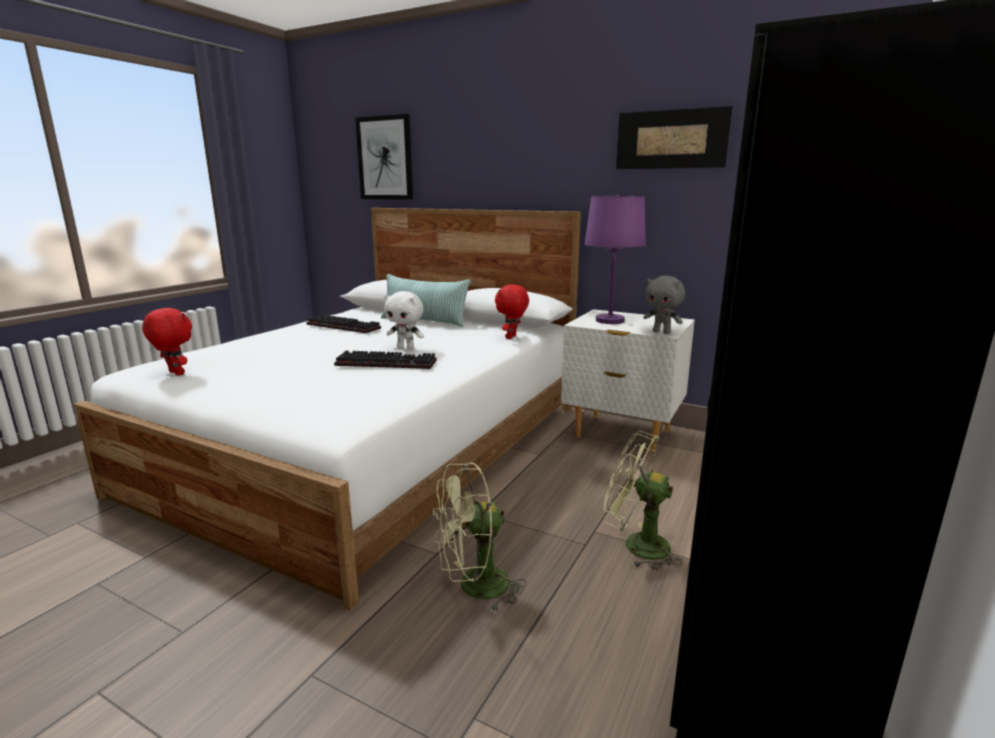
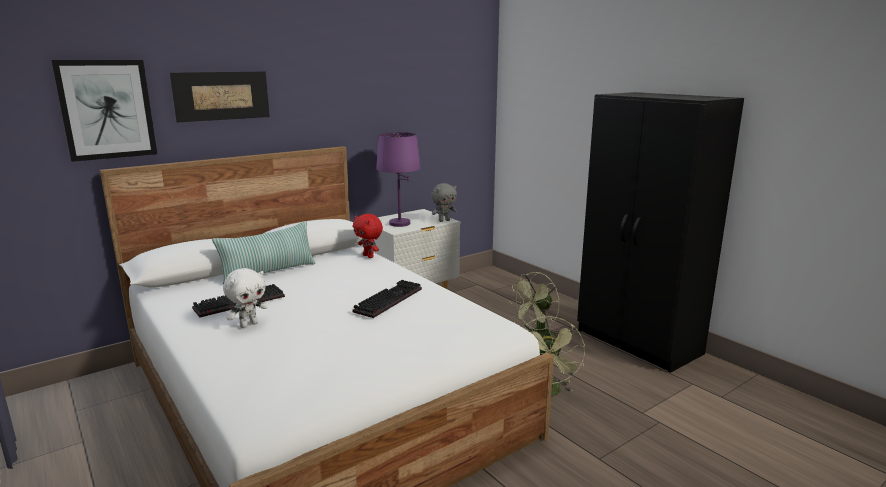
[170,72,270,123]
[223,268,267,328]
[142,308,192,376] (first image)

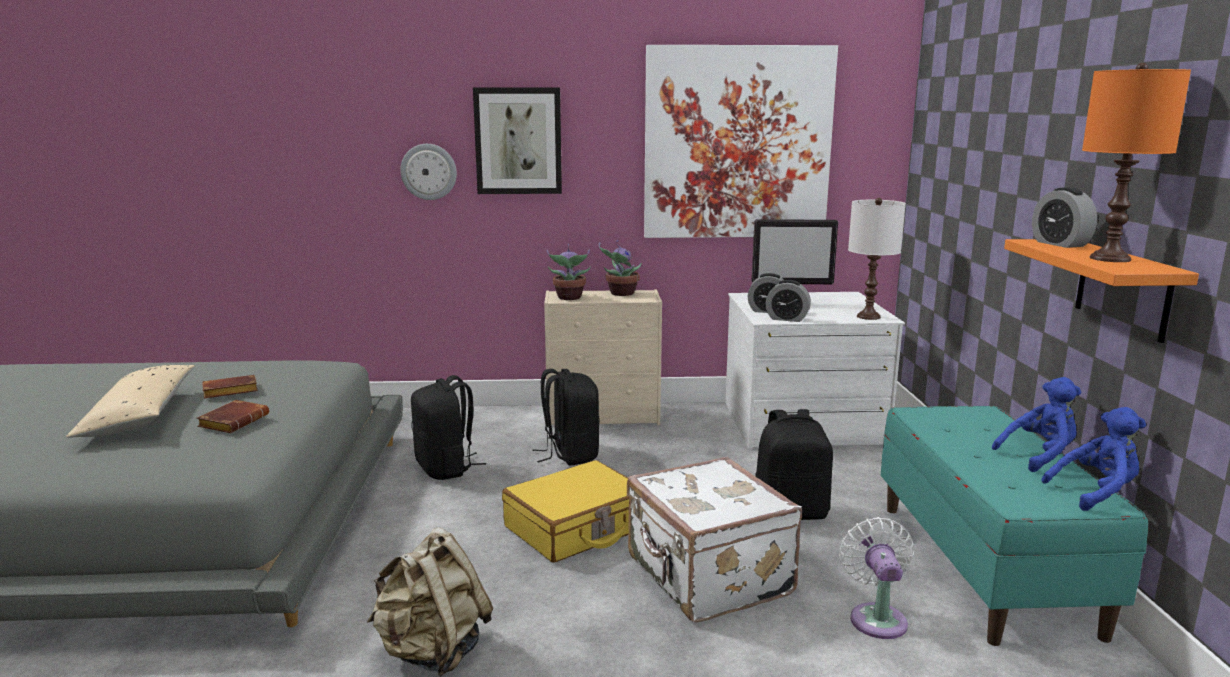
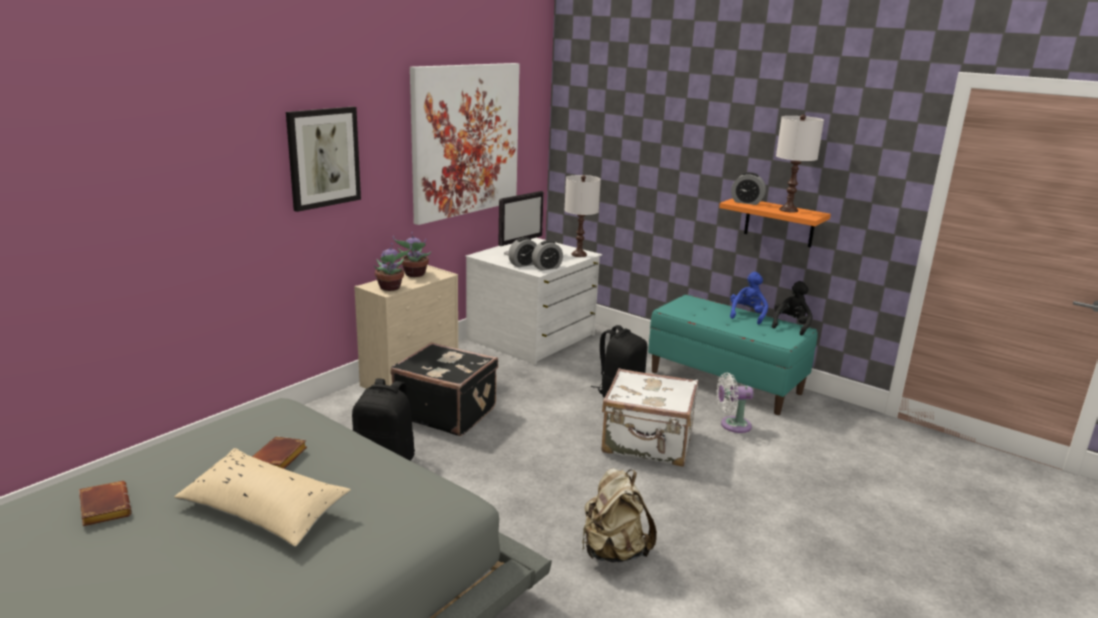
[79,481,131,526]
[391,342,498,436]
[717,373,754,433]
[772,281,813,336]
[776,115,824,213]
[400,144,457,200] (first image)
[502,460,629,562] (first image)

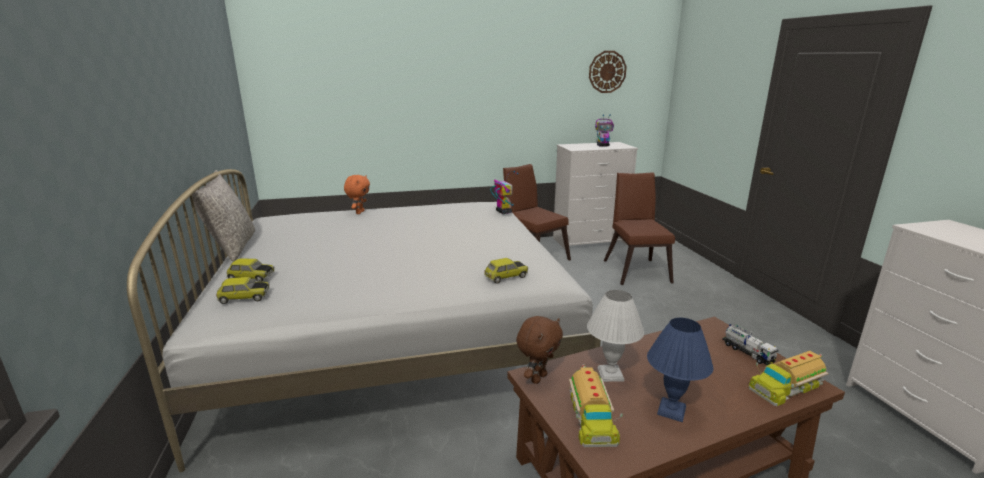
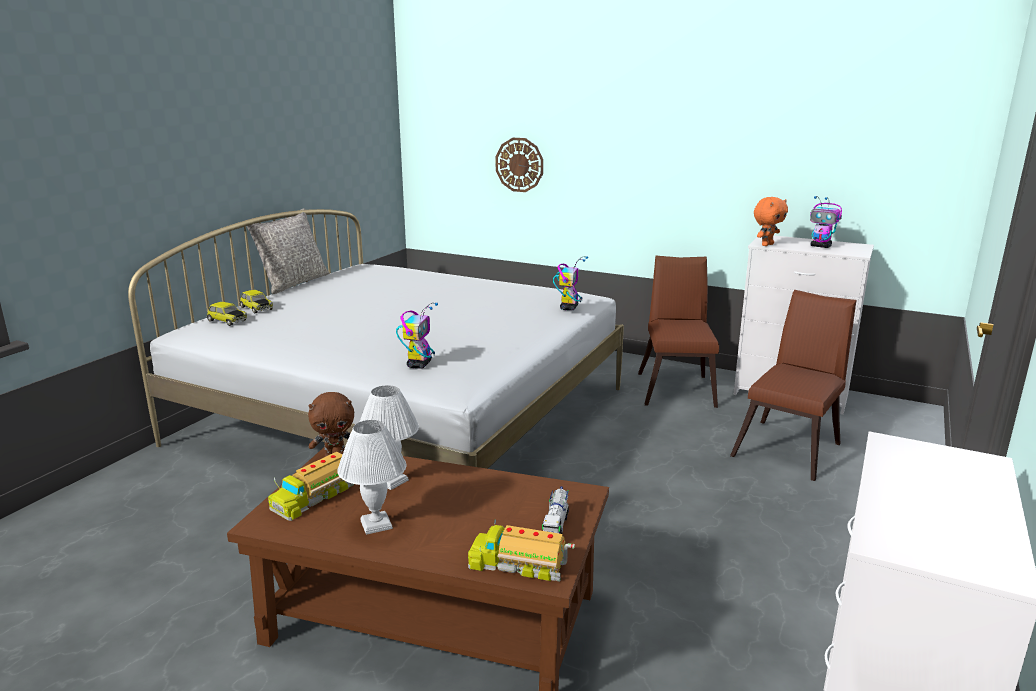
[337,420,406,535]
[396,303,438,369]
[496,138,543,192]
[754,197,788,246]

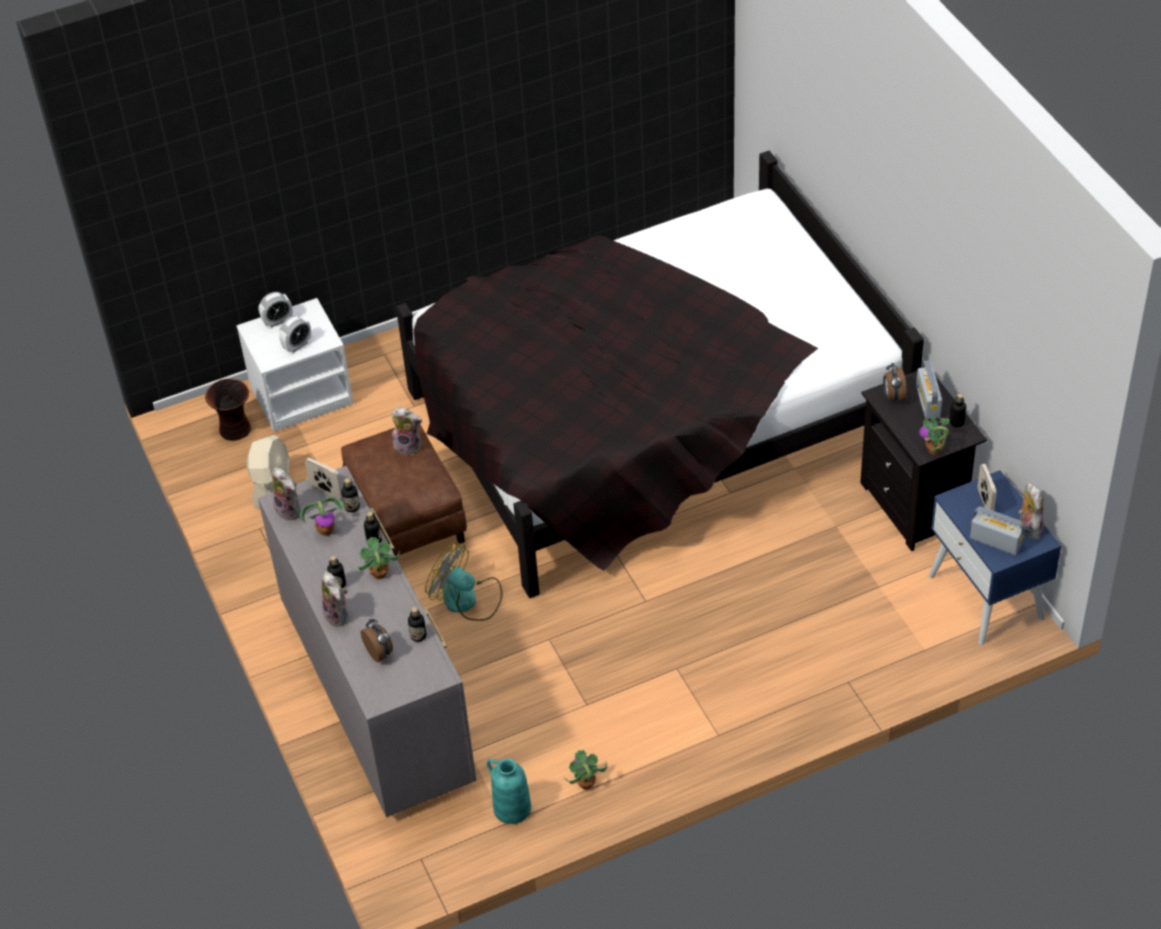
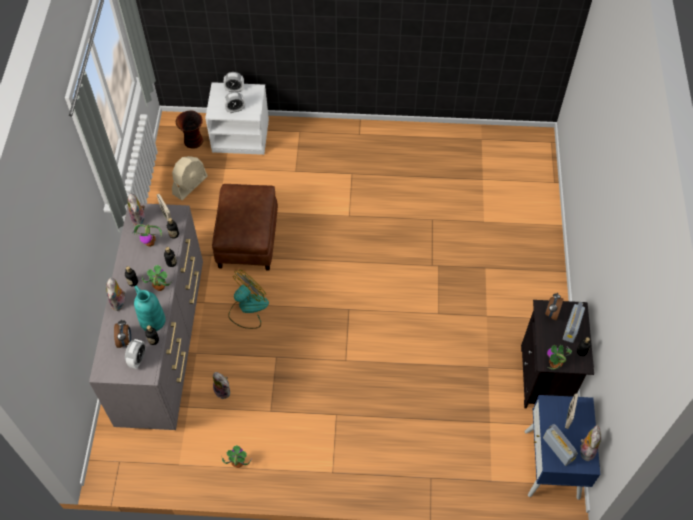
[125,339,146,369]
[134,286,166,331]
[213,372,230,399]
[228,269,269,329]
[396,151,924,598] (first image)

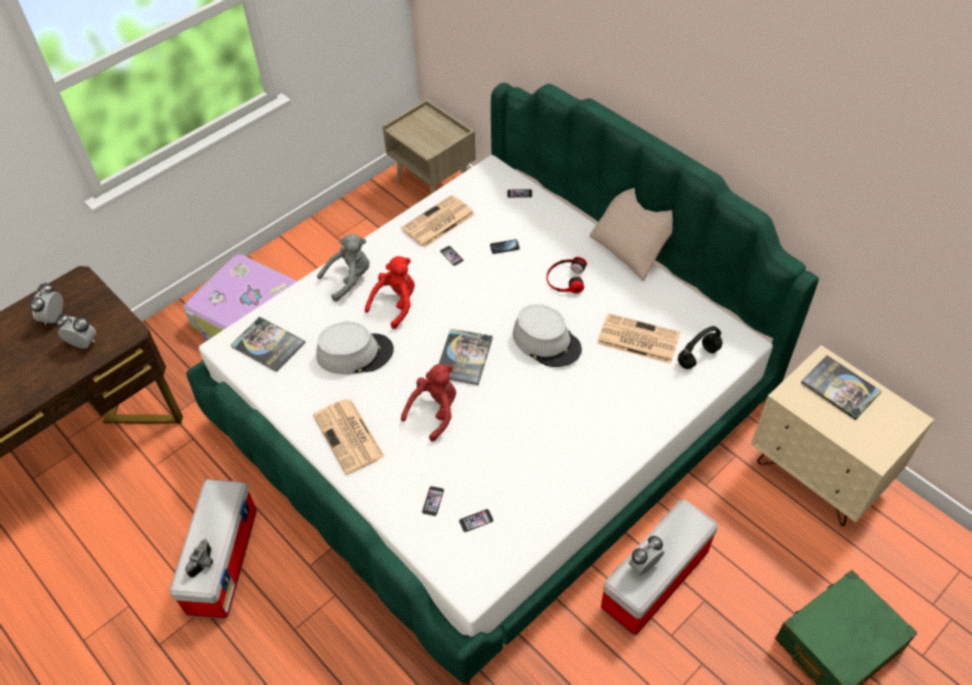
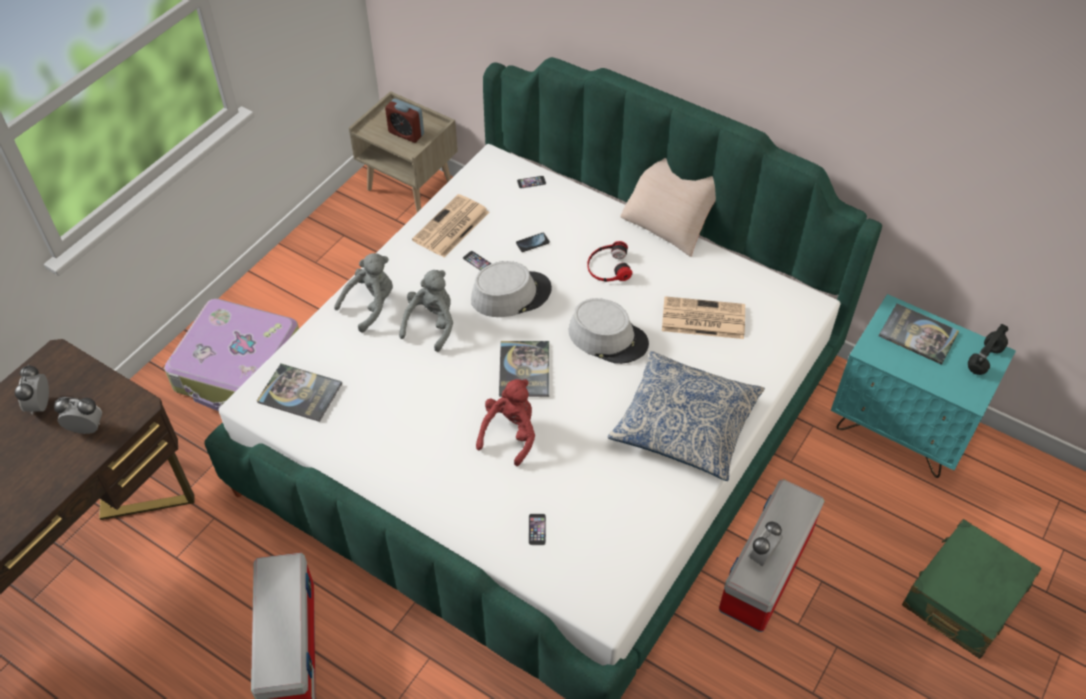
[385,99,424,143]
[399,270,453,352]
[471,261,552,317]
[607,351,765,481]
[830,294,1016,478]
[968,324,1008,375]
[185,539,213,578] (first image)
[313,399,385,475] (first image)
[459,509,494,532] (first image)

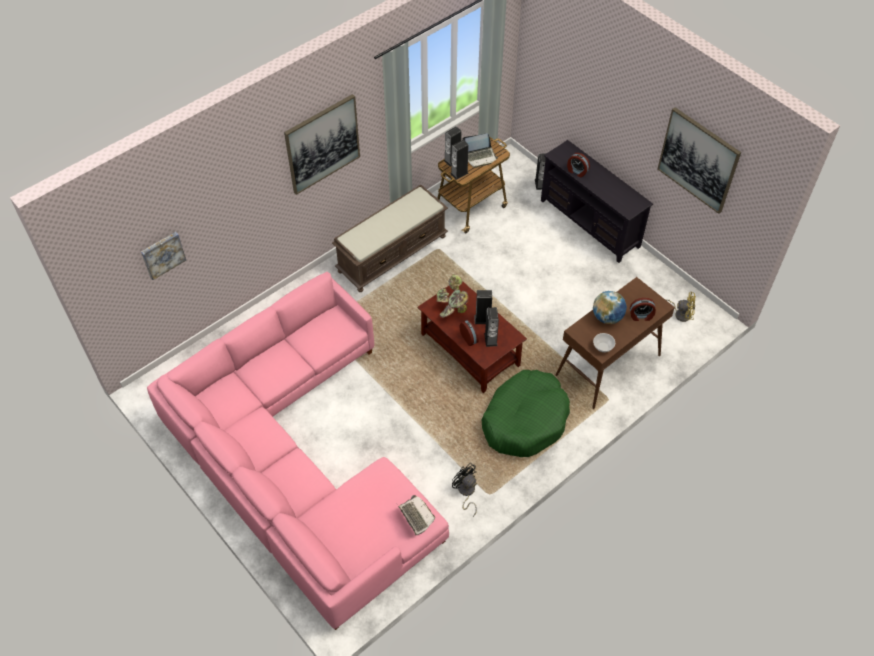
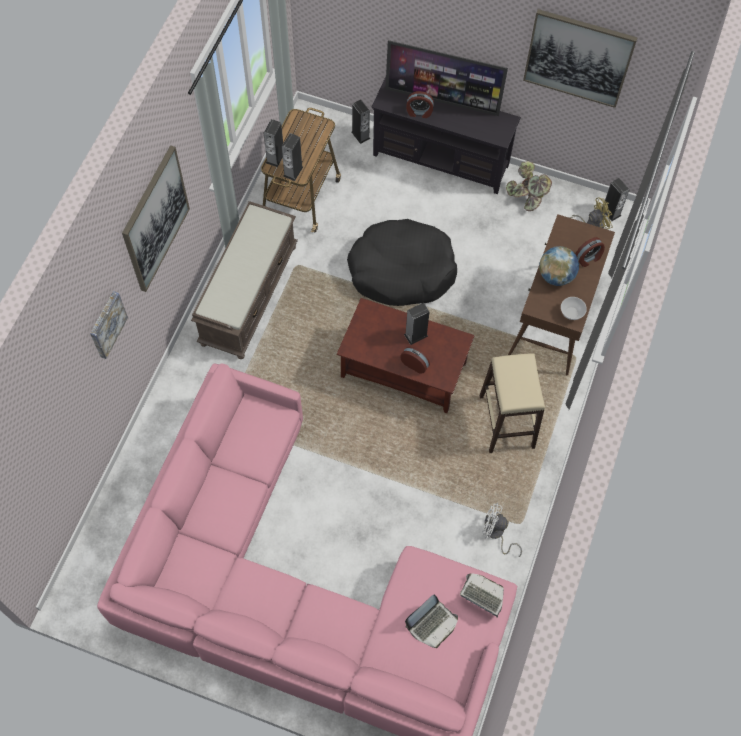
[90,291,128,359]
[347,219,457,306]
[385,40,508,116]
[405,595,458,648]
[479,353,545,453]
[482,503,522,557]
[506,161,552,211]
[602,178,630,221]

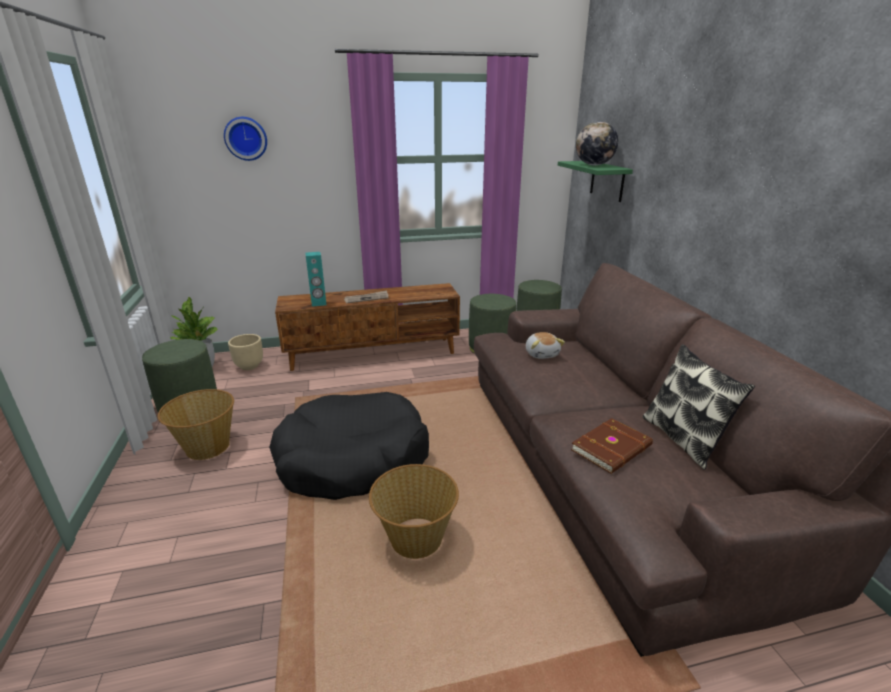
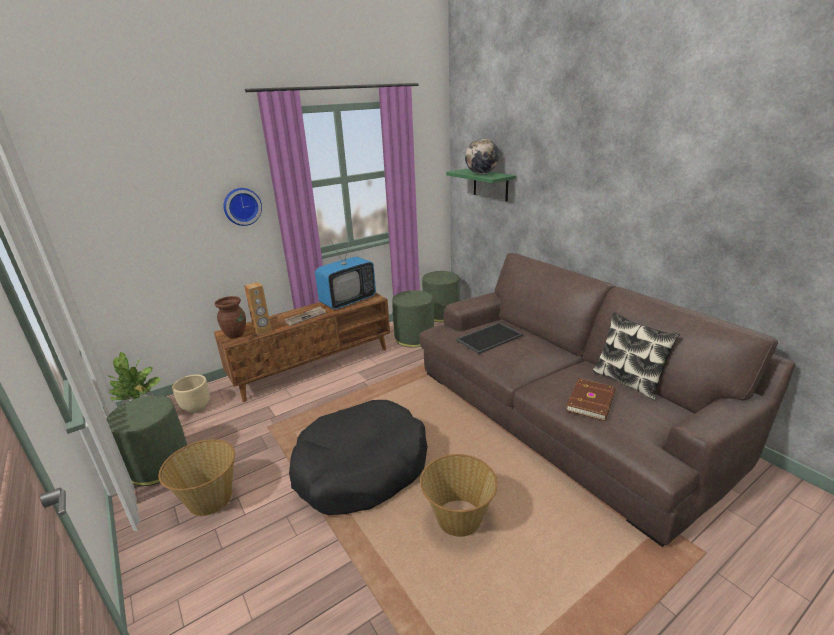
[215,296,246,338]
[223,188,262,226]
[244,282,272,336]
[315,235,376,310]
[456,322,523,354]

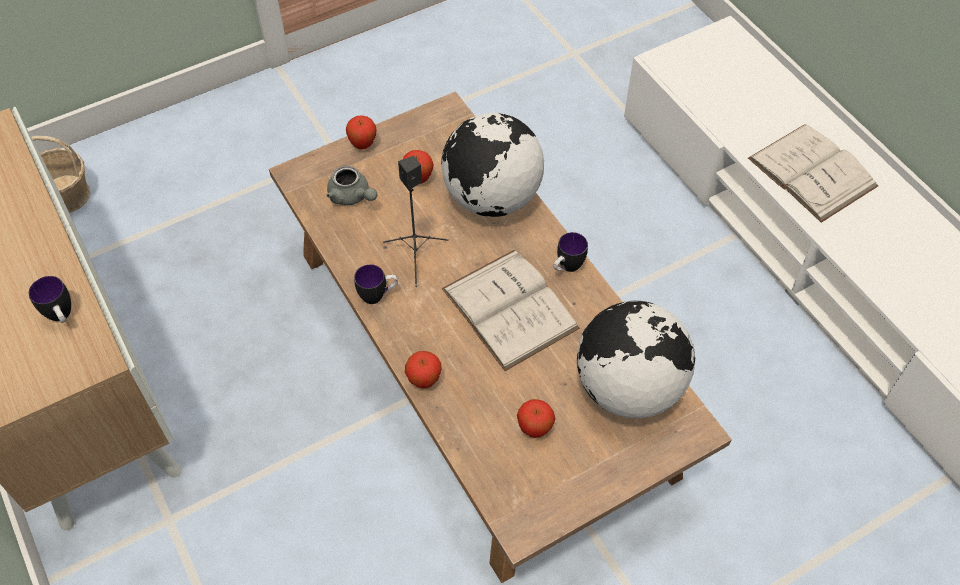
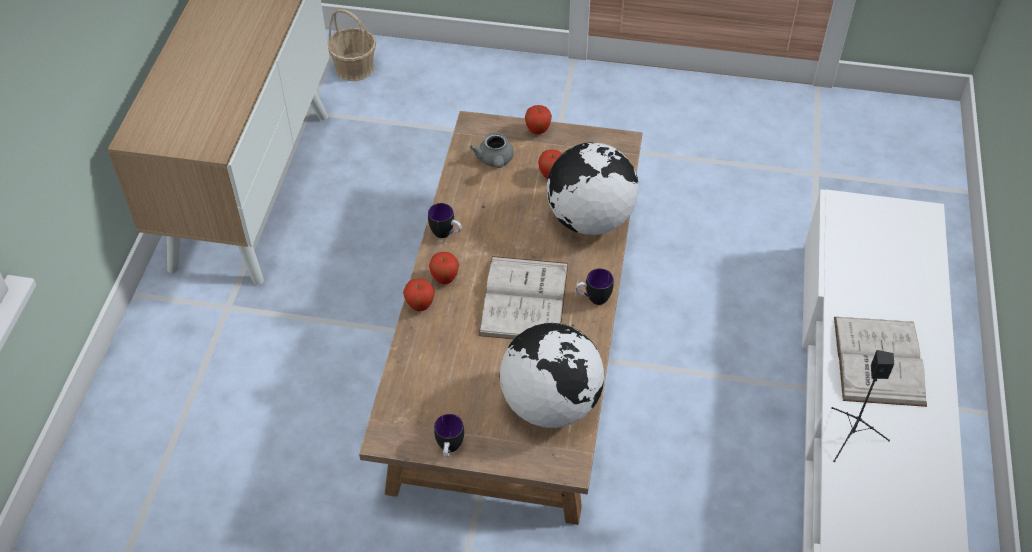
[429,252,459,284]
[434,414,464,457]
[831,350,894,462]

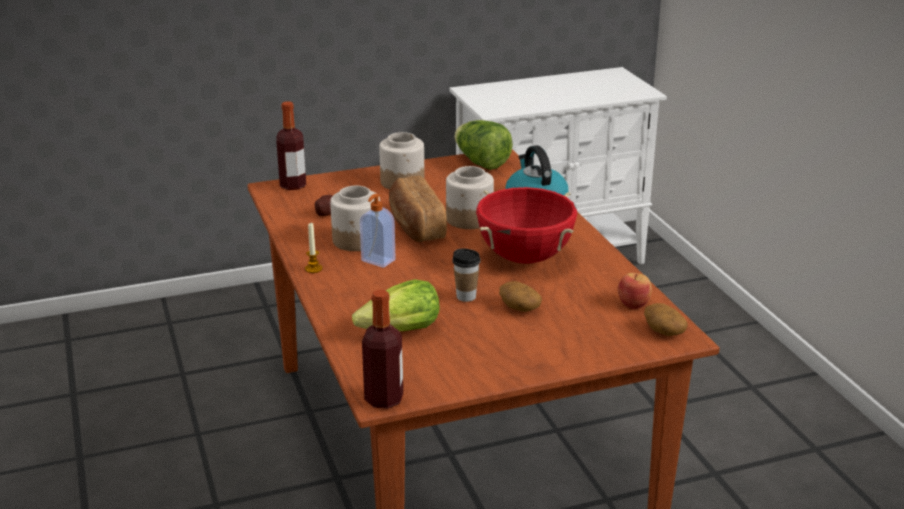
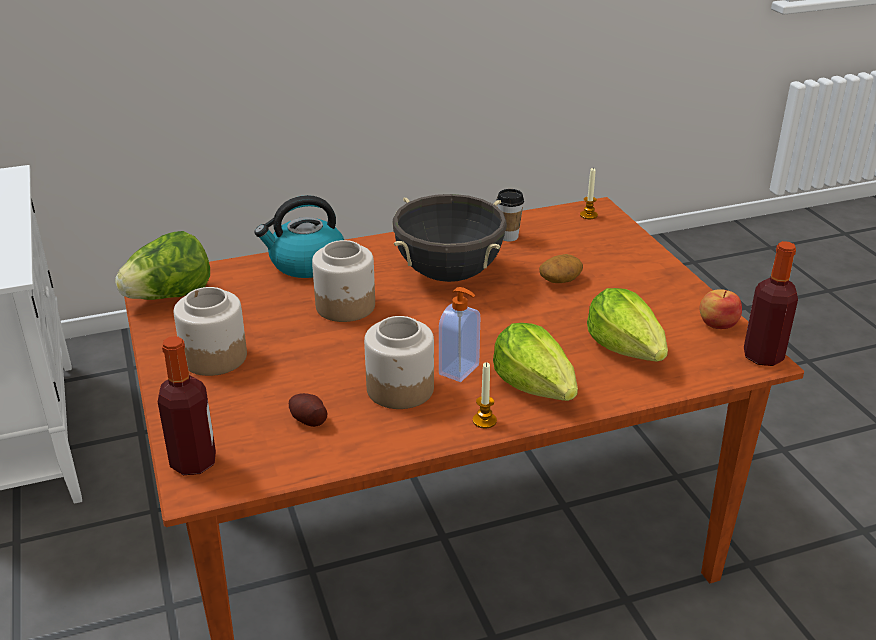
[392,194,507,282]
[493,323,578,401]
[496,189,524,241]
[580,168,598,219]
[700,289,742,329]
[389,176,447,242] (first image)

